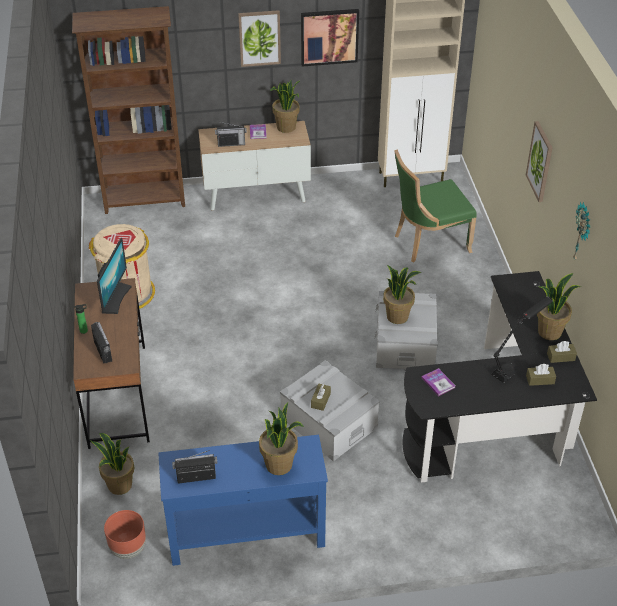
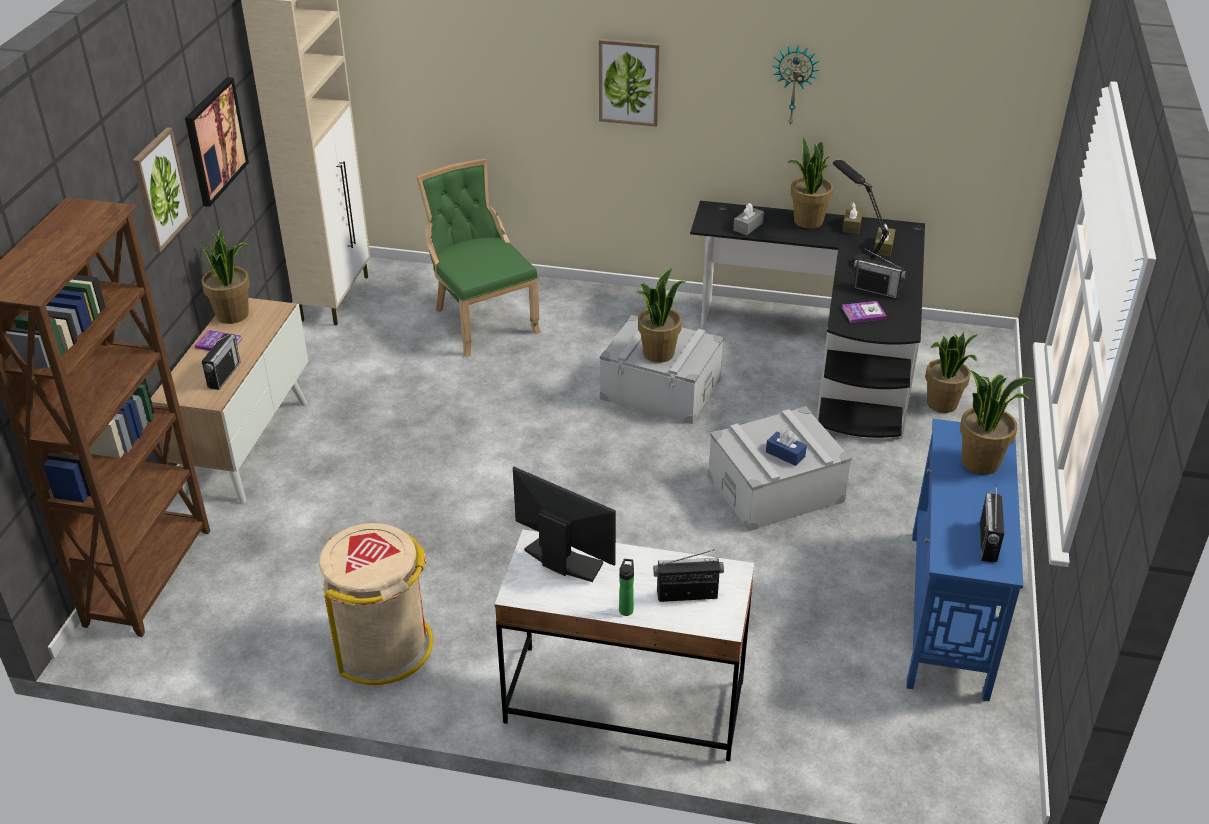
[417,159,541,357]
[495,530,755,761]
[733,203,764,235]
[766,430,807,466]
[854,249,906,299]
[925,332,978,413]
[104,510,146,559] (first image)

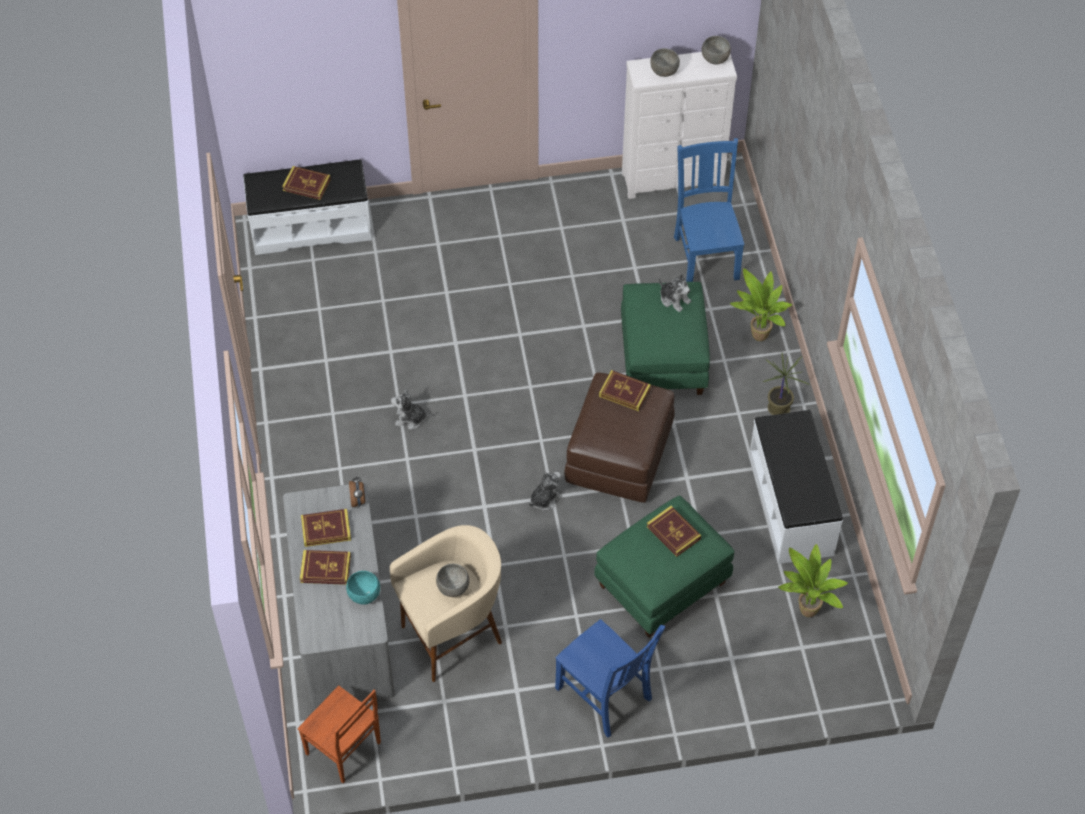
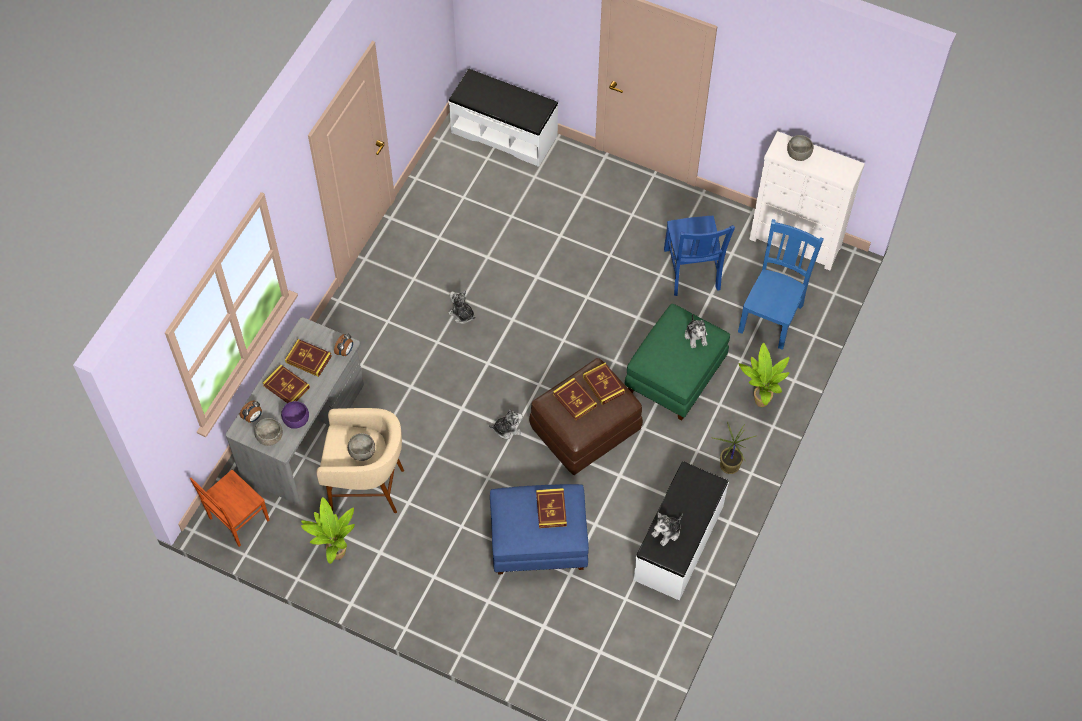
[190,470,269,547]
[240,400,262,423]
[254,418,283,446]
[281,401,309,429]
[301,497,355,564]
[490,484,589,575]
[553,378,597,420]
[651,512,683,546]
[664,216,735,296]

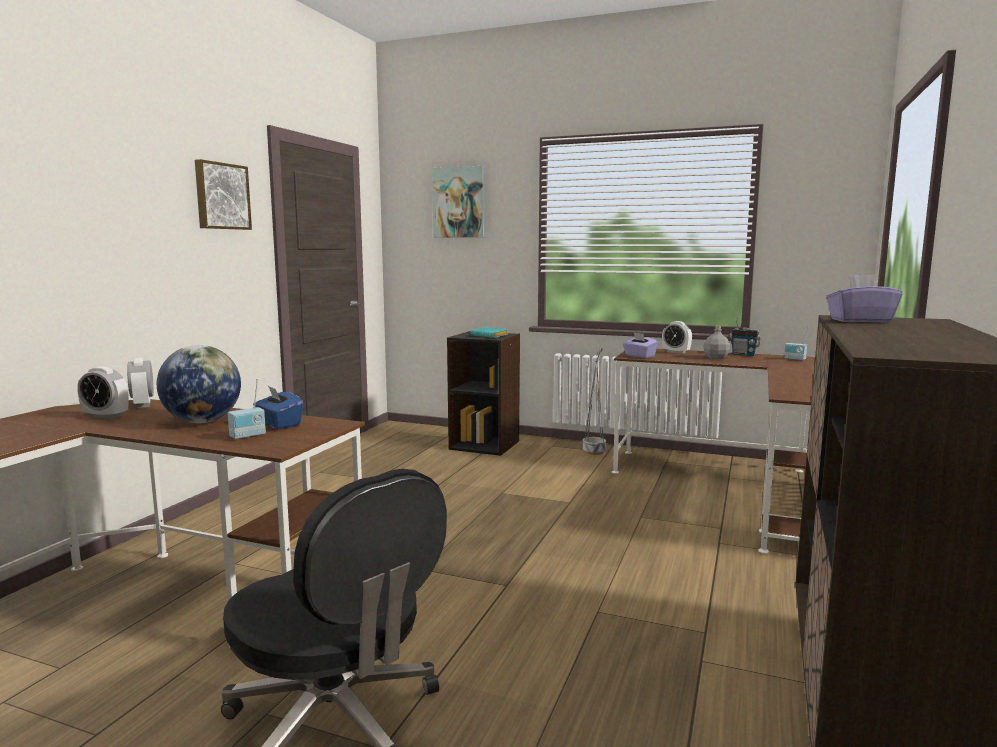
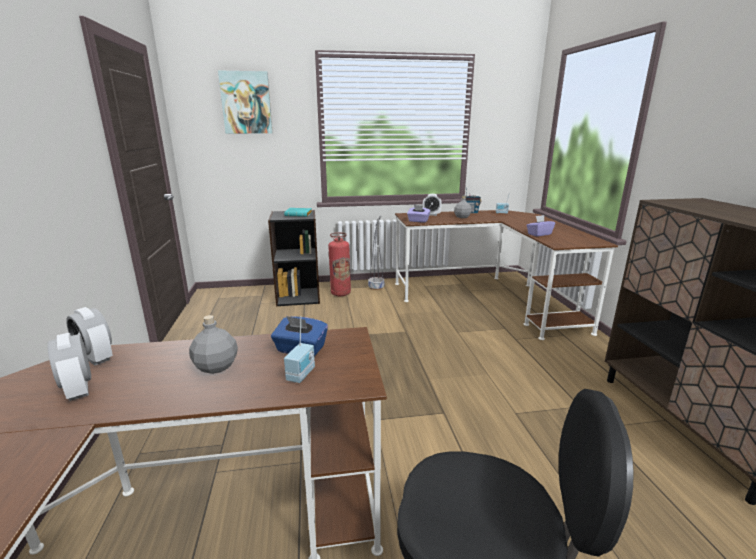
[47,333,91,401]
[189,315,238,374]
[328,232,351,296]
[526,215,555,237]
[195,159,252,230] (first image)

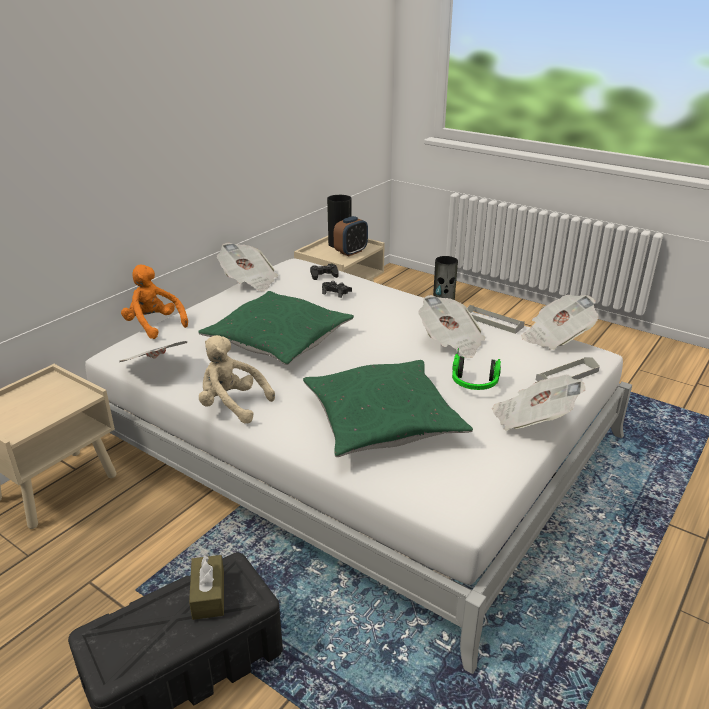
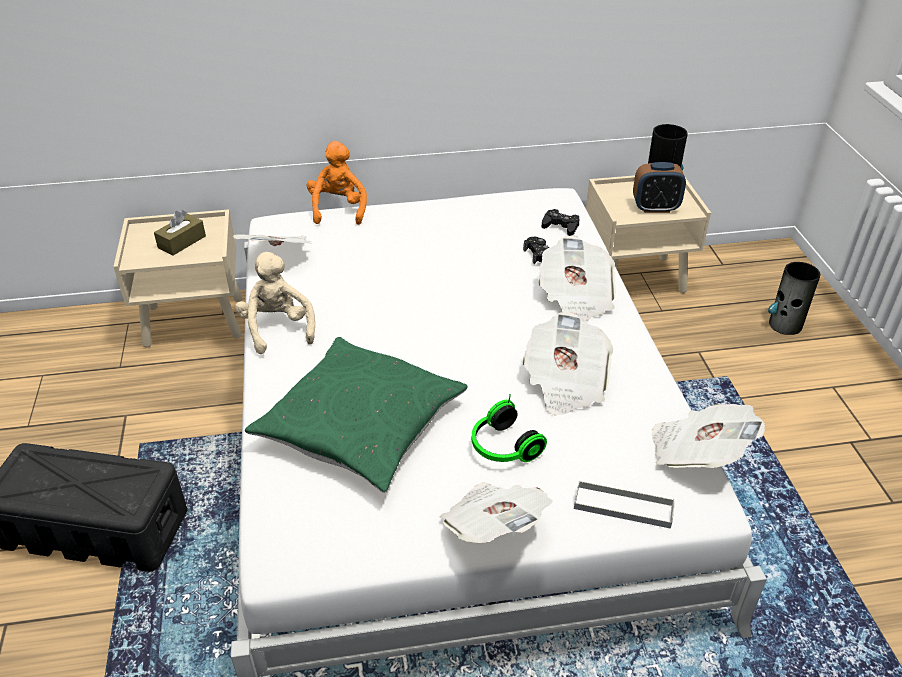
[154,210,206,255]
[538,236,616,322]
[198,291,354,365] (first image)
[467,305,525,334] (first image)

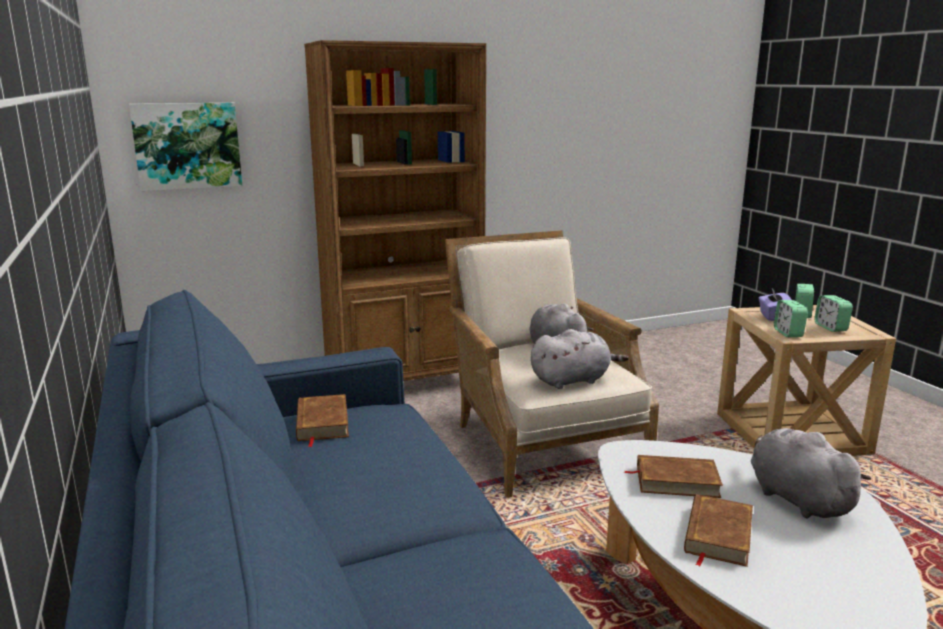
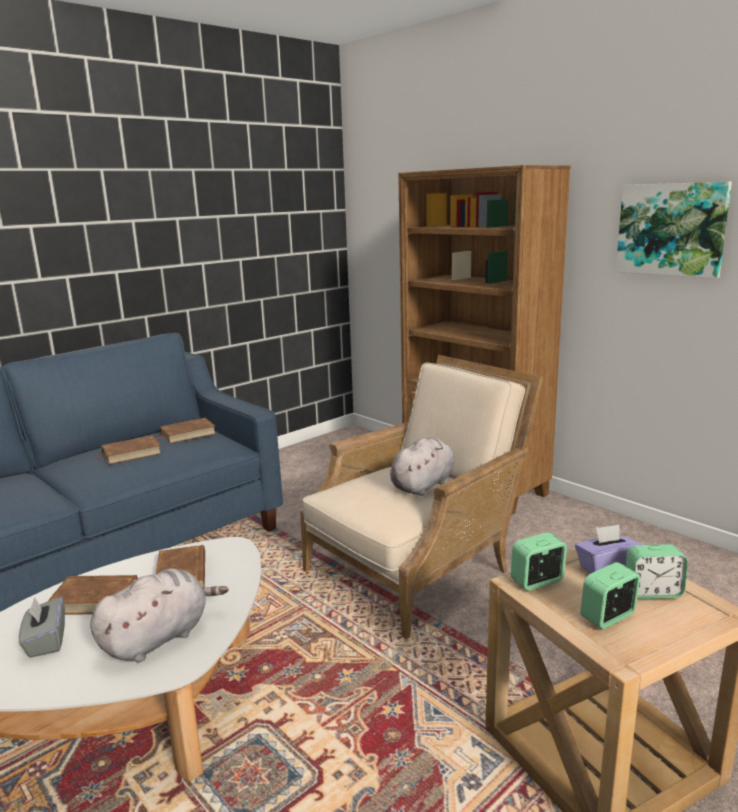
[19,596,65,658]
[95,435,162,465]
[616,181,732,278]
[531,329,629,389] (first image)

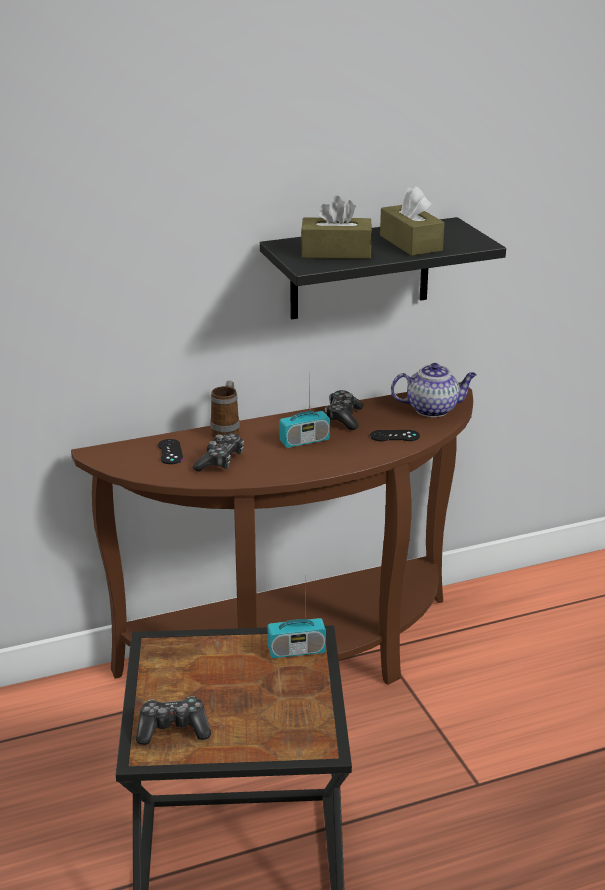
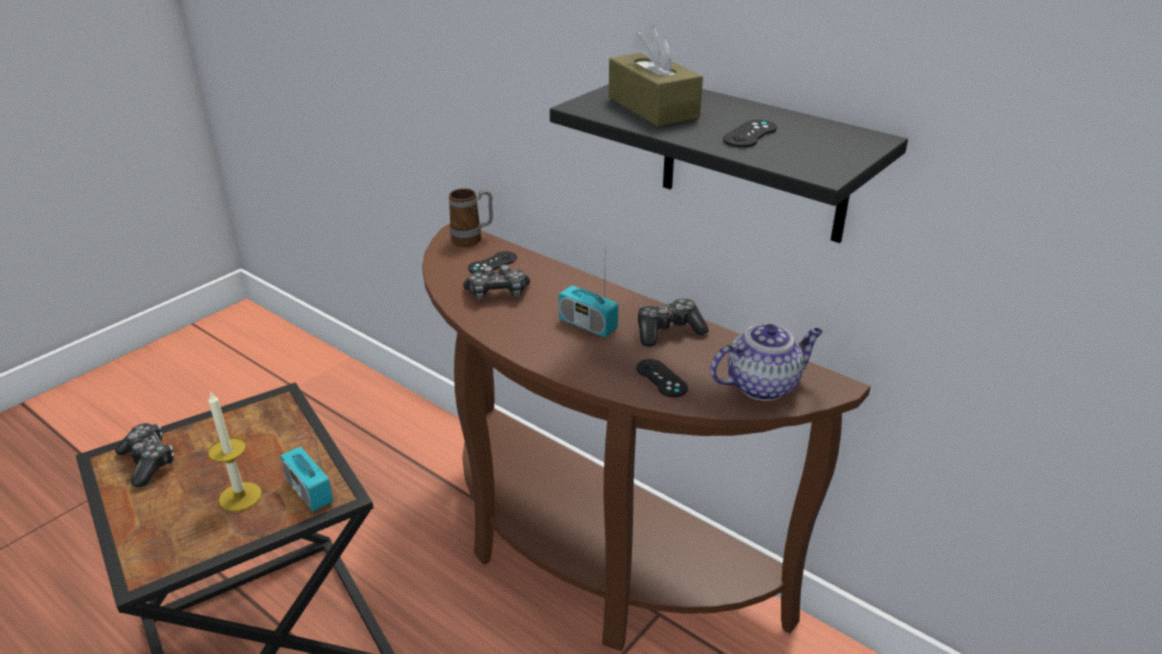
[208,392,262,512]
[449,188,493,247]
[710,324,823,401]
[722,120,777,147]

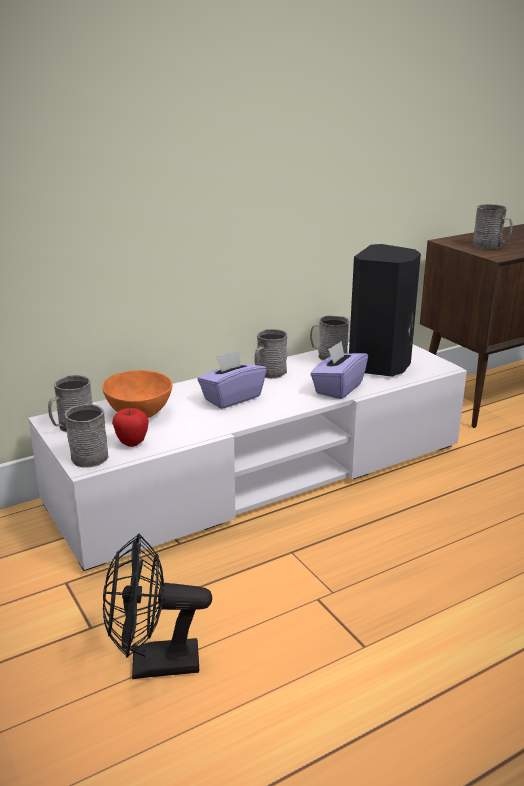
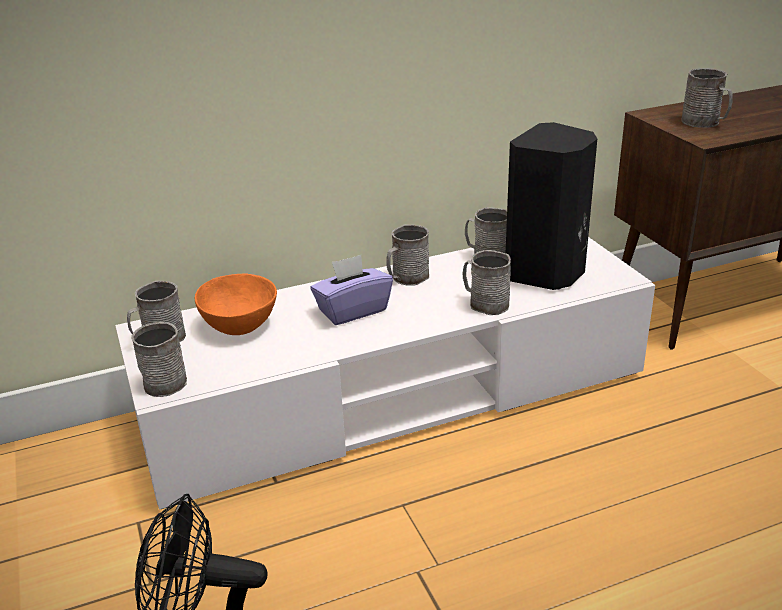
[463,250,511,315]
[112,408,149,447] (first image)

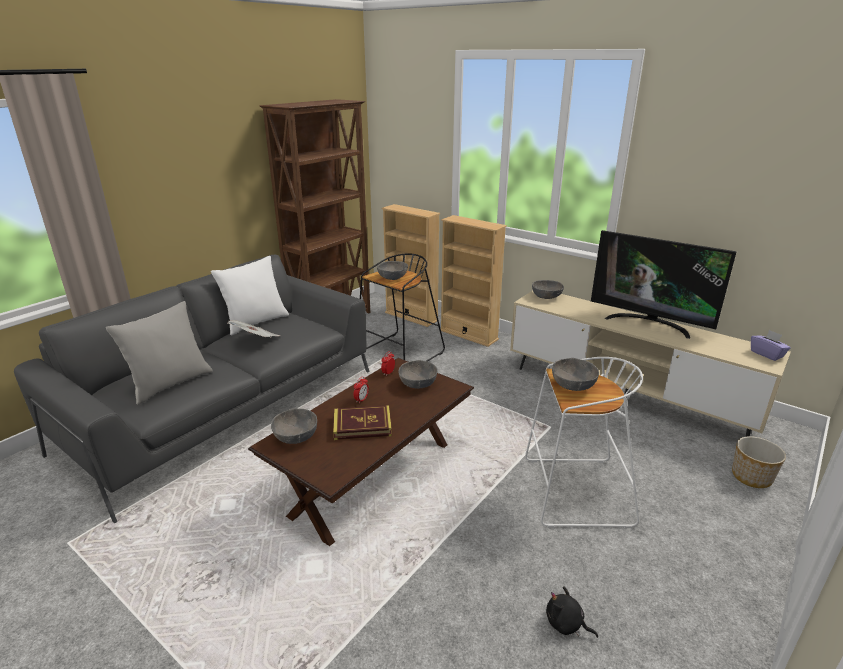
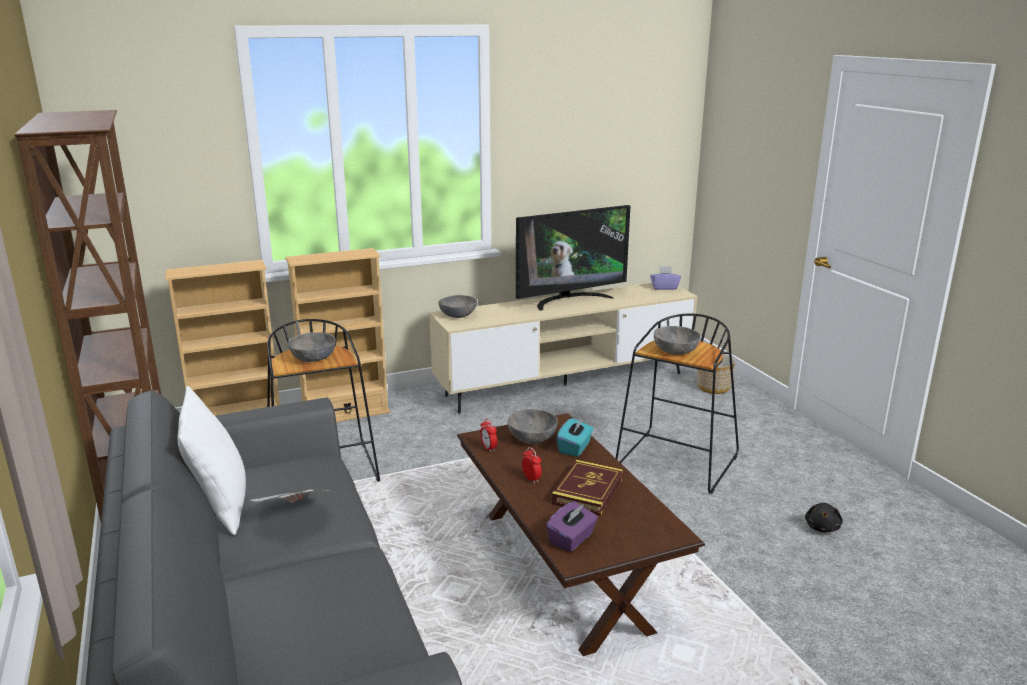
[546,501,598,552]
[557,417,594,457]
[616,314,739,494]
[805,503,843,532]
[106,301,212,405] (first image)

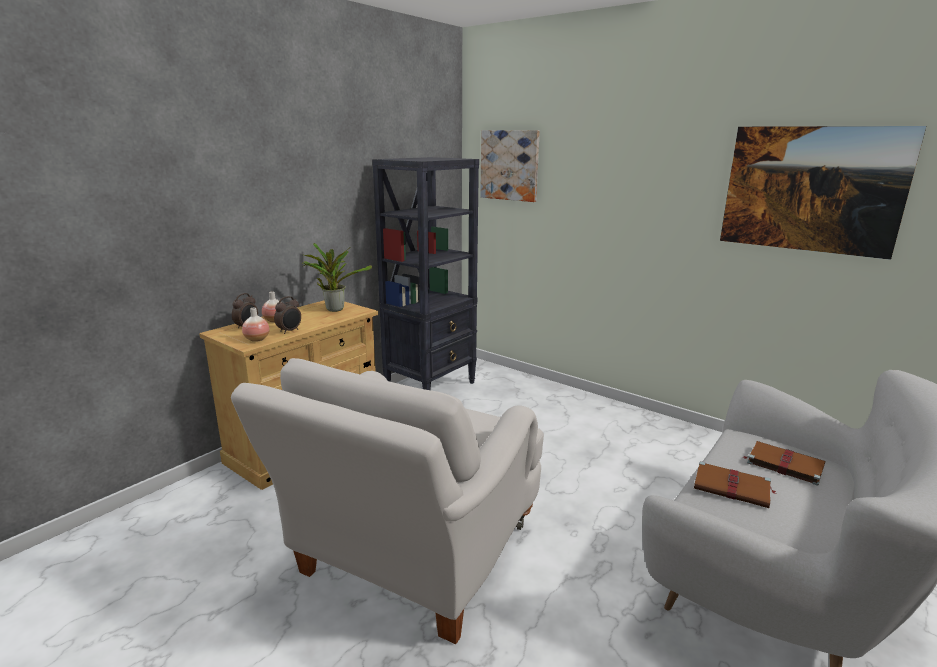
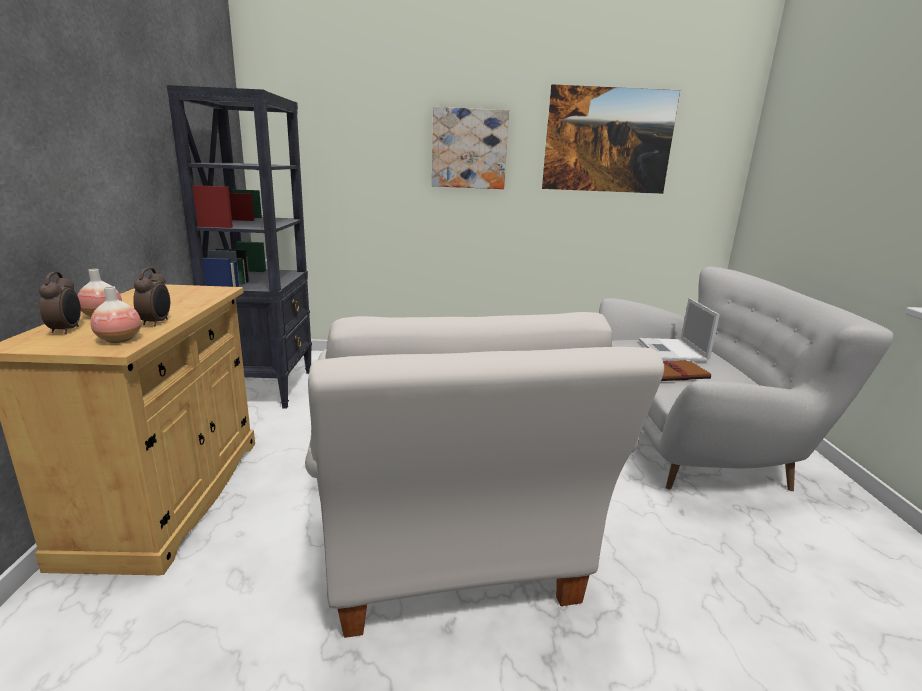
[432,107,509,189]
[639,298,720,362]
[303,243,372,312] (first image)

